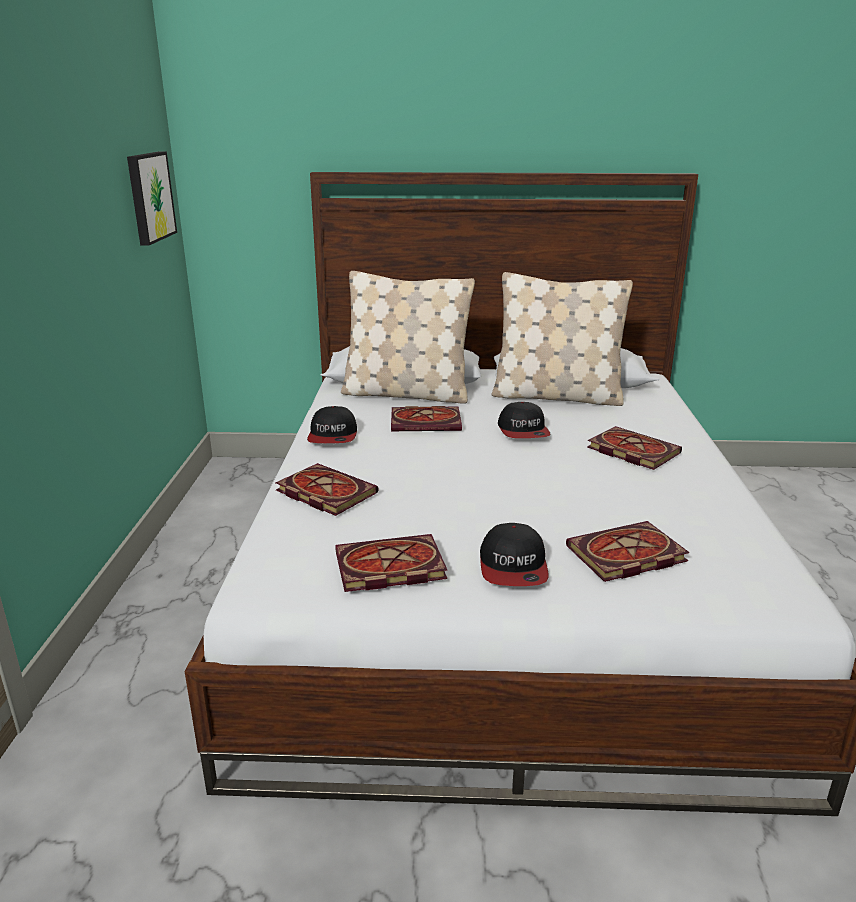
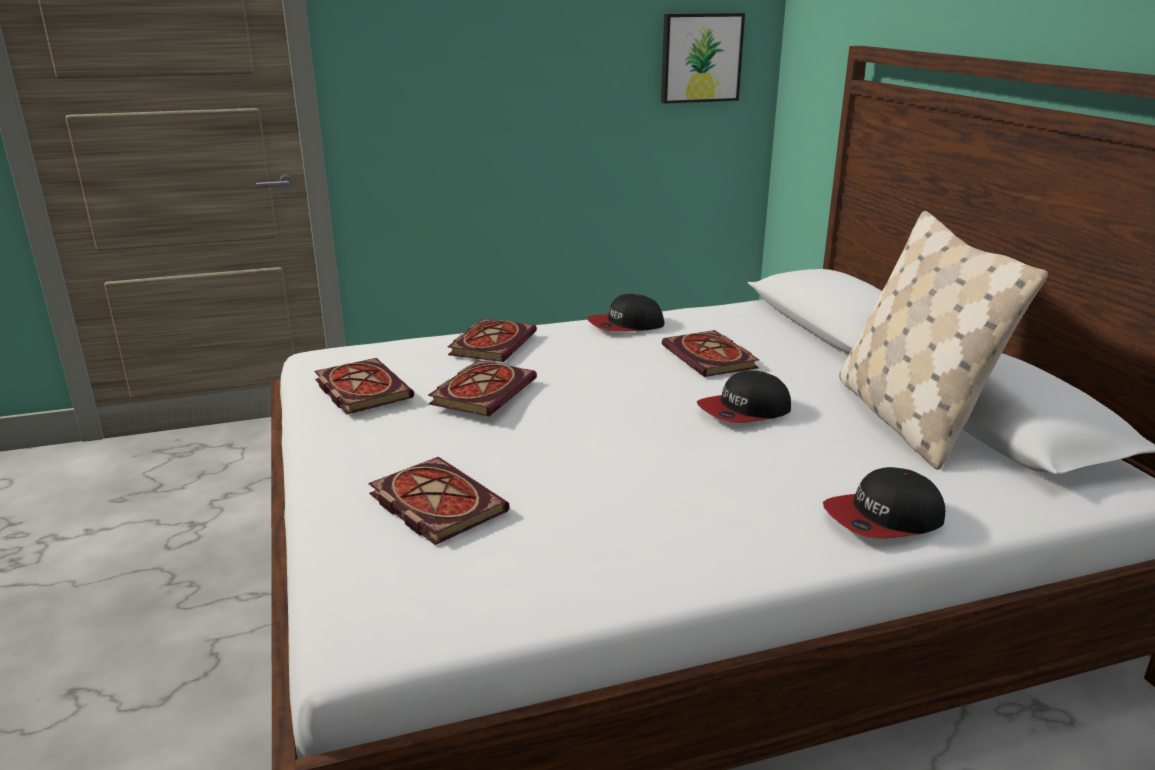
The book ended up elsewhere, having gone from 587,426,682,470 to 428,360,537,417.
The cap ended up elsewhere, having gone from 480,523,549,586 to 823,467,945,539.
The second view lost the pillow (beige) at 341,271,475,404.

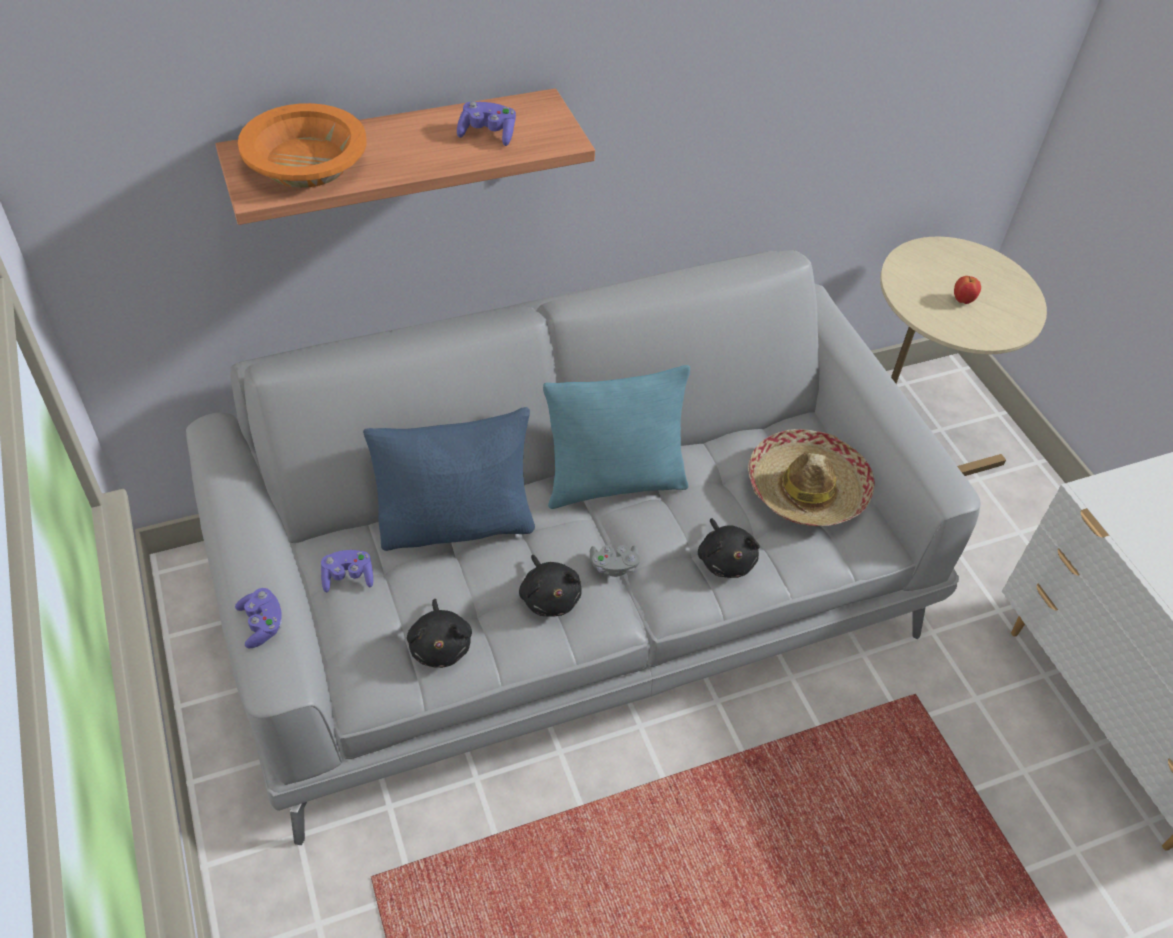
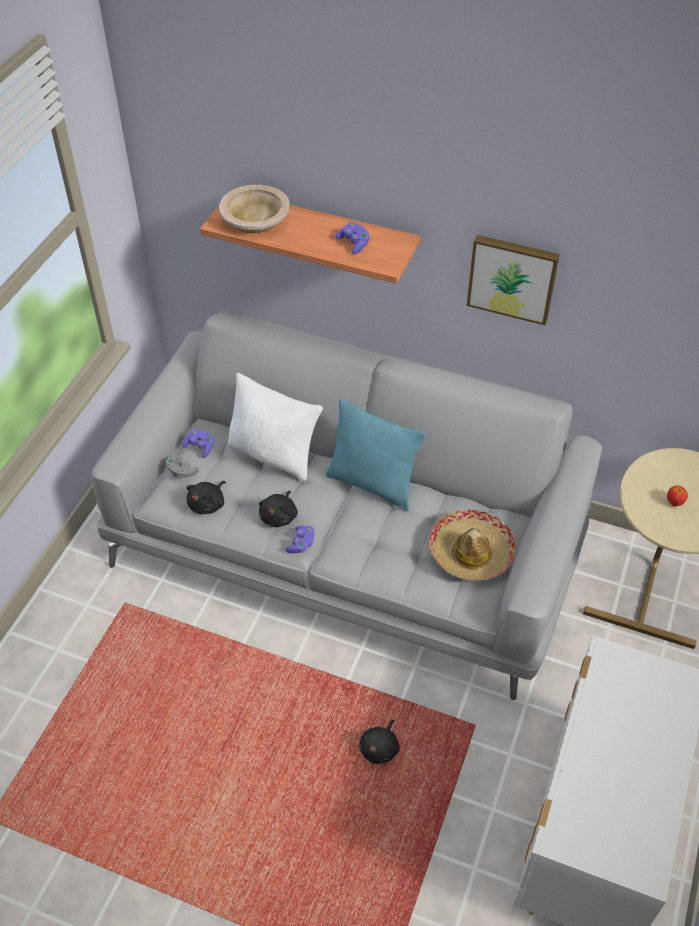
The game controller (grey) ended up elsewhere, having gone from 590,545,640,577 to 166,455,199,478.
What was the bowl (orange) at 238,103,366,188 turned into the bowl (beige) at 219,185,290,233.
What was the pillow (blue) at 363,407,535,551 turned into the pillow (white) at 228,372,323,481.
The game controller (purple) ended up elsewhere, having gone from 235,588,282,648 to 285,525,315,554.
The plush toy (black) ended up elsewhere, having gone from 698,518,760,578 to 359,720,400,764.
The second view gained the picture at 467,235,560,325.

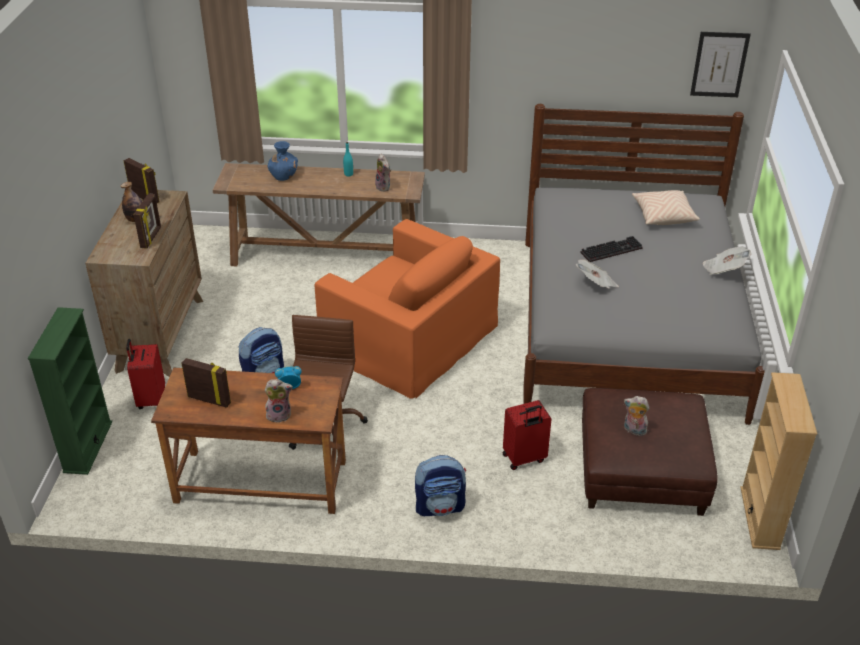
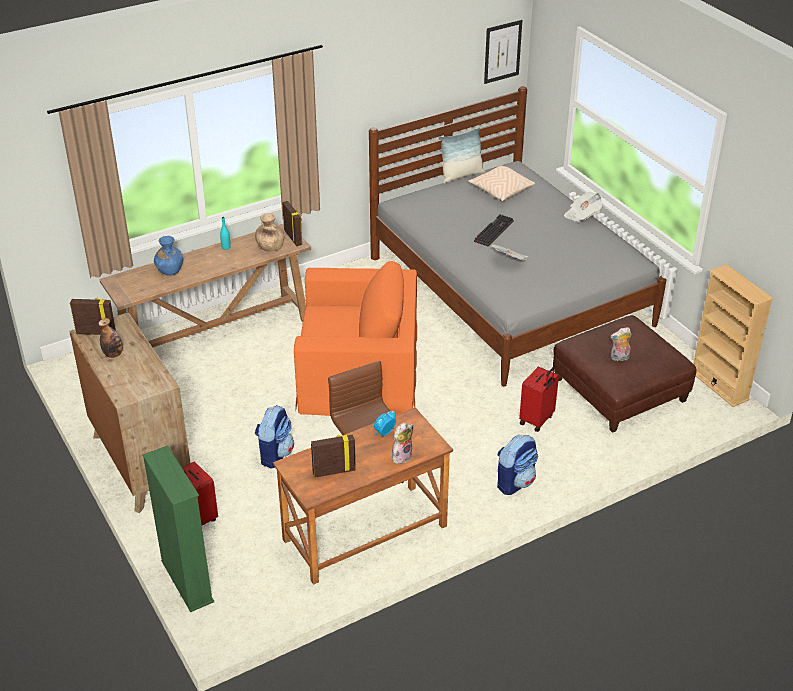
Where the plush toy stood at 374,154,391,192, the vase (brown) came to stand at 255,213,284,251.
The picture frame ended up elsewhere, having gone from 134,193,161,249 to 282,201,302,246.
The second view gained the pillow at 438,127,485,184.

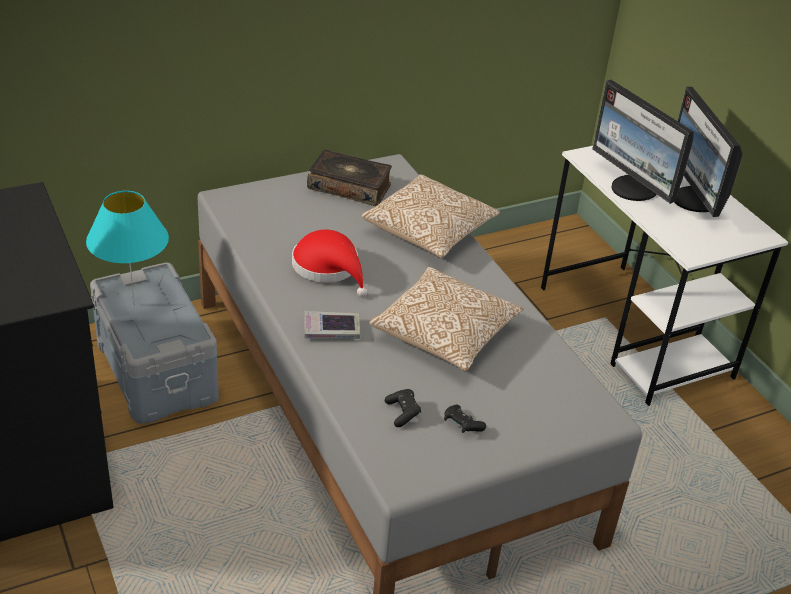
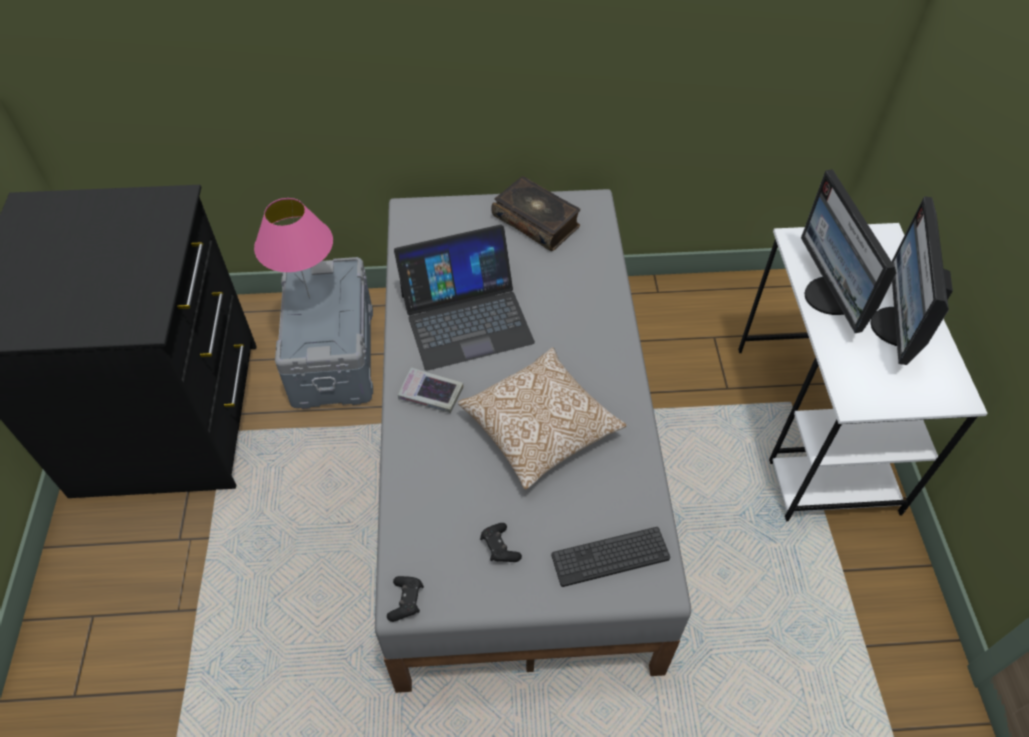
What was the table lamp (turquoise) at 86,191,169,305 turned into the table lamp (pink) at 254,198,333,298.
The game controller (black) ended up elsewhere, having gone from 385,389,421,427 to 387,576,424,622.
Where the hat (red) stood at 292,230,367,297, the laptop came to stand at 394,225,535,371.
The second view gained the keyboard at 552,527,670,587.
The second view lost the pillow at 361,174,500,258.

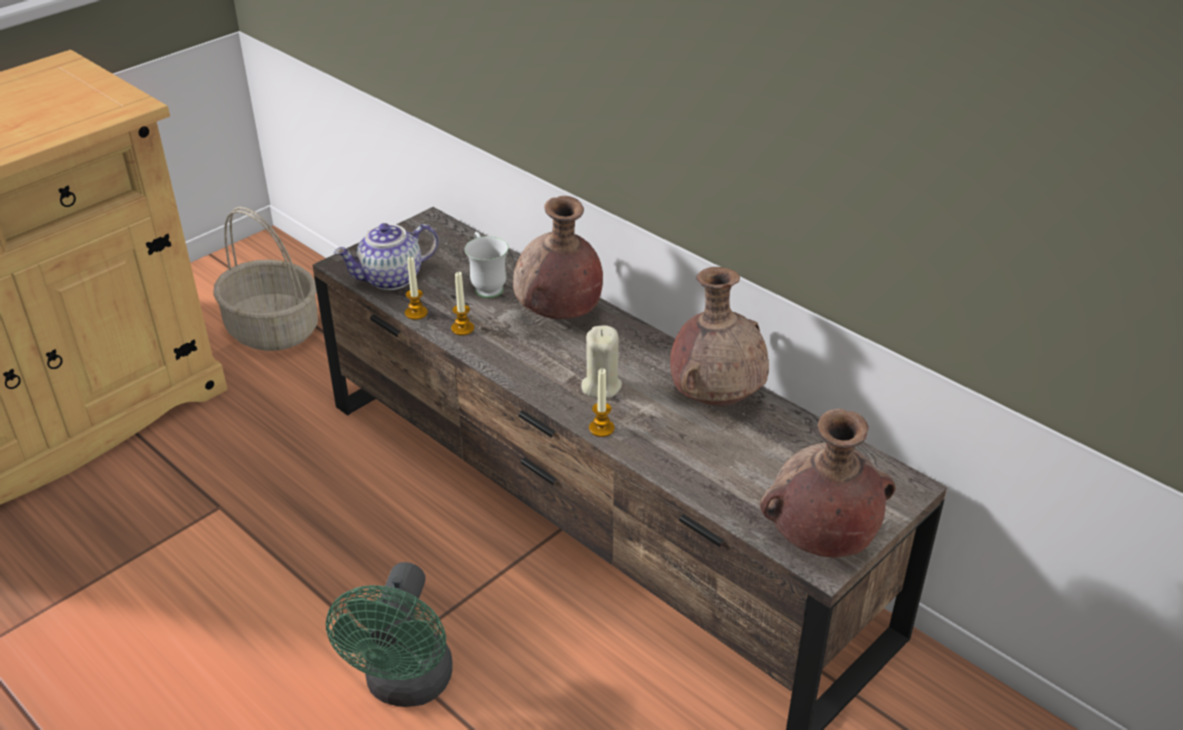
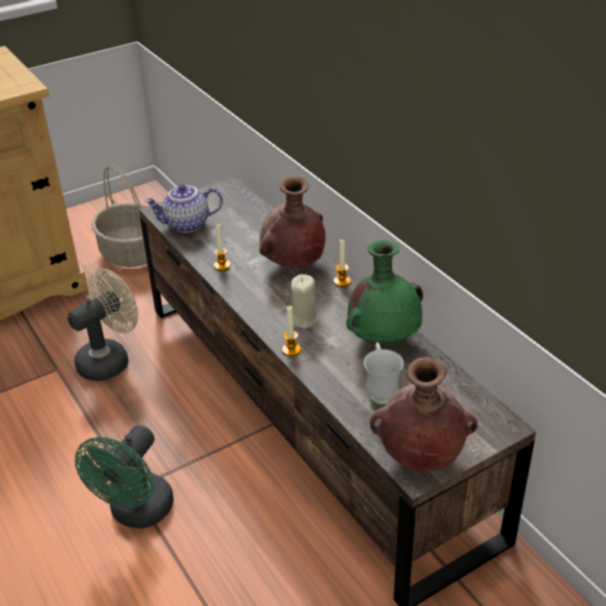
The second view gained the fan (beige) at 68,269,138,381.
The candle ended up elsewhere, having gone from 405,256,428,320 to 334,239,351,287.
What was the vase (brown) at 670,267,769,406 turned into the vase (green) at 347,240,423,346.
The mug (white) ended up elsewhere, having gone from 465,232,509,298 to 364,342,404,406.

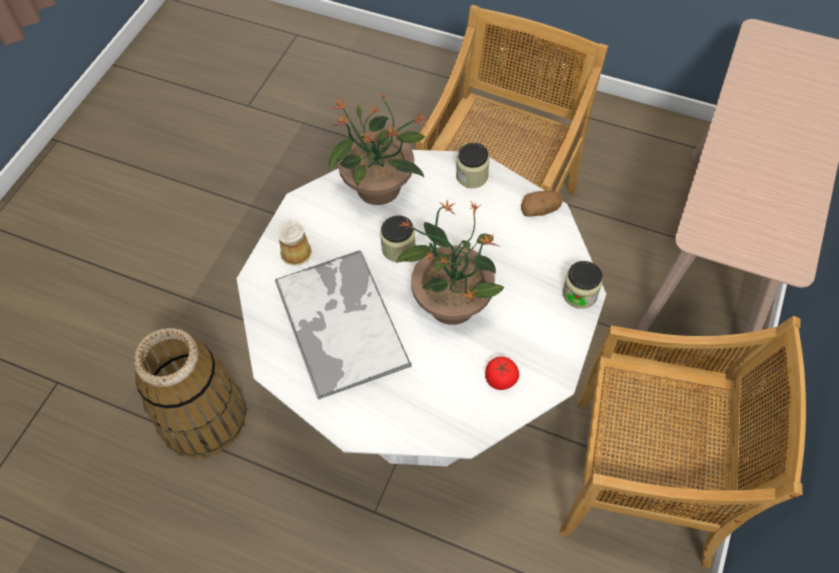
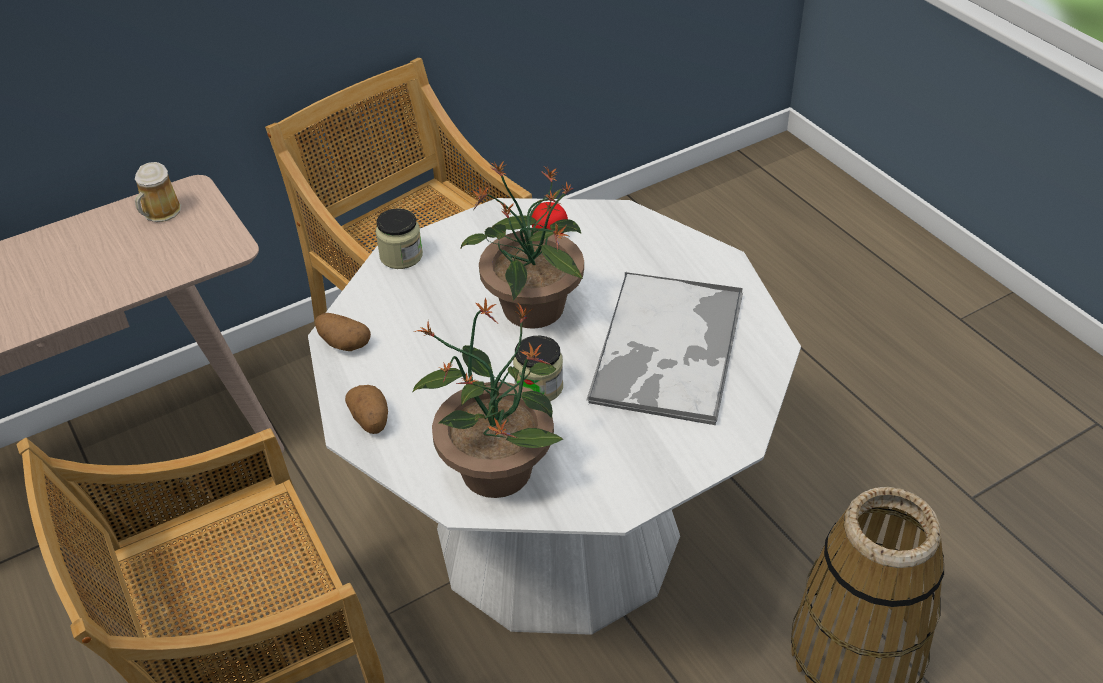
The mug ended up elsewhere, having gone from 277,221,312,266 to 135,162,181,222.
Where the jar stood at 456,143,490,188, the potato came to stand at 345,385,388,434.

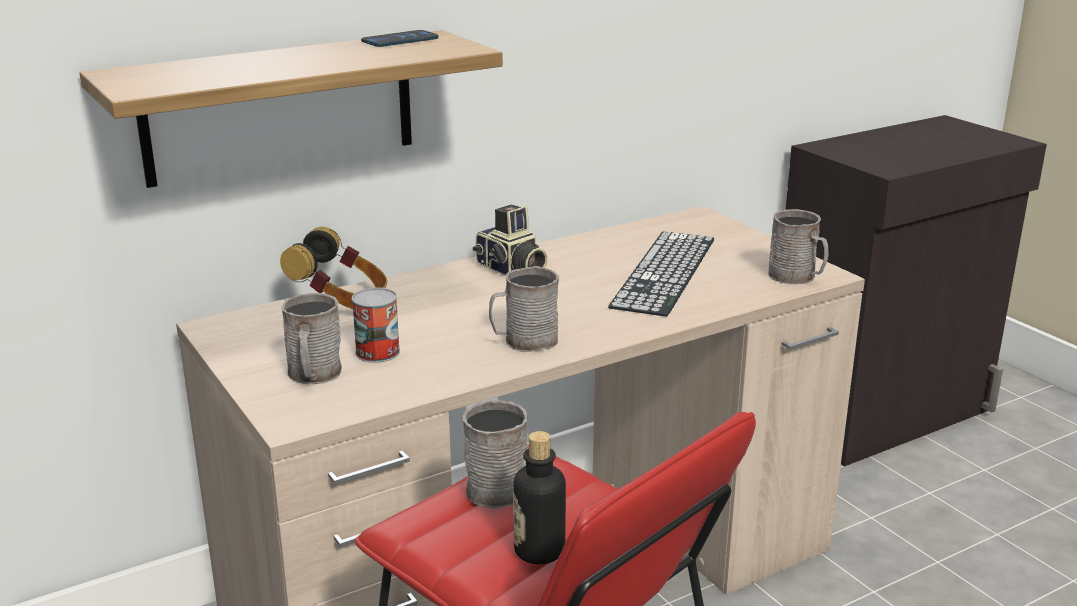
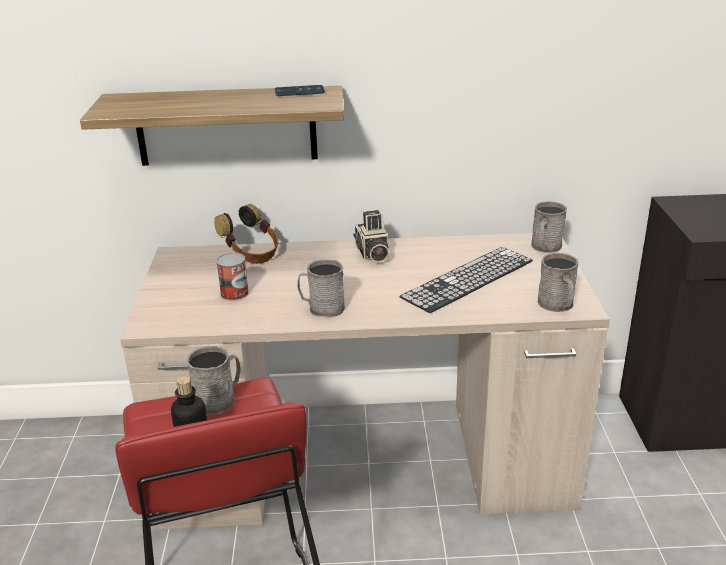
The mug (grey) ended up elsewhere, having gone from 282,293,342,384 to 531,201,567,253.

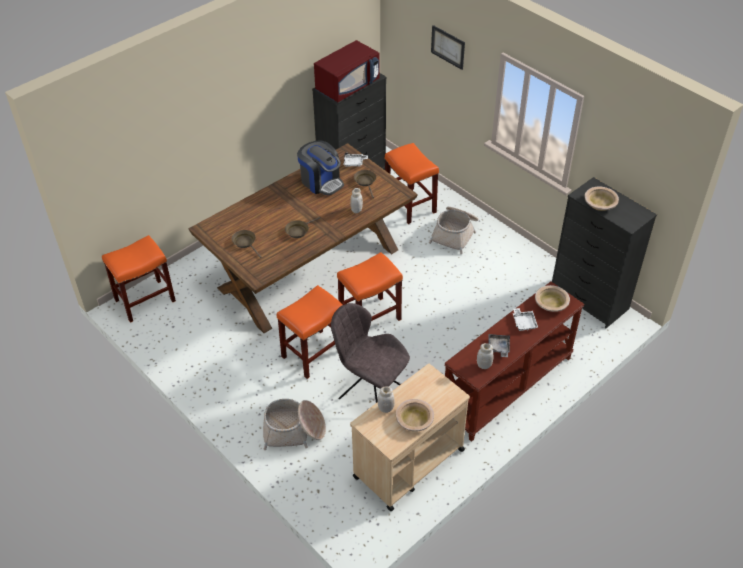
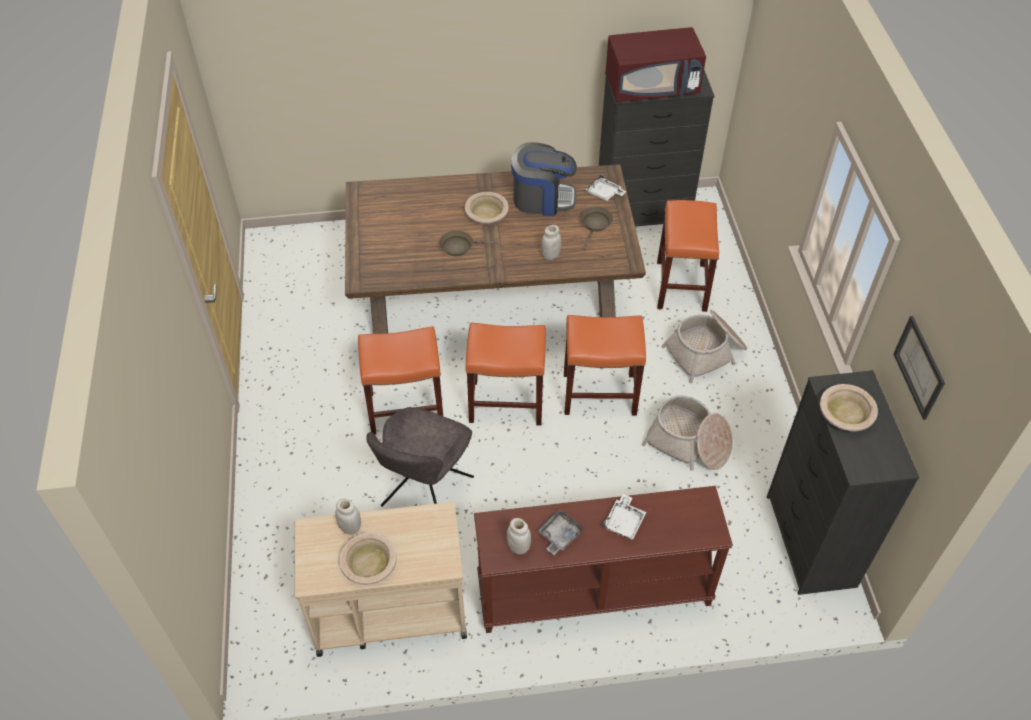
The chair (grey) at 331,303,410,403 ended up facing another way, 135 degrees counterclockwise from before.
The bowl (beige) ended up elsewhere, having gone from 535,285,570,312 to 465,192,509,224.
The coffee machine at 297,140,344,195 ended up facing another way, 75 degrees counterclockwise from before.
The stool (orange) ended up elsewhere, having gone from 102,235,176,323 to 564,315,646,416.
The basket ended up elsewhere, having gone from 263,399,326,450 to 642,395,733,471.
The picture ended up elsewhere, having gone from 431,25,465,70 to 893,316,945,420.
The second view lost the frying pan (brown) at 232,230,262,258.

